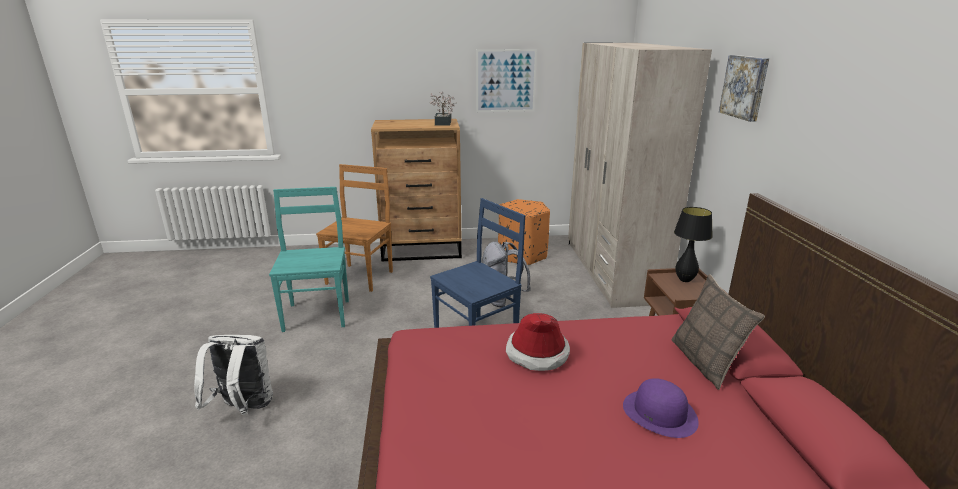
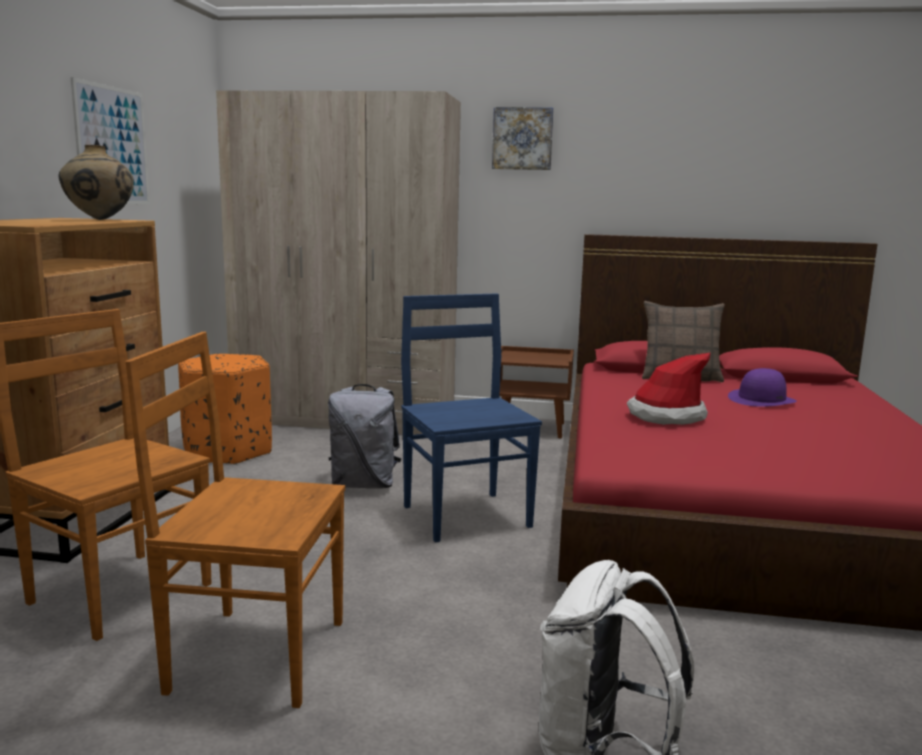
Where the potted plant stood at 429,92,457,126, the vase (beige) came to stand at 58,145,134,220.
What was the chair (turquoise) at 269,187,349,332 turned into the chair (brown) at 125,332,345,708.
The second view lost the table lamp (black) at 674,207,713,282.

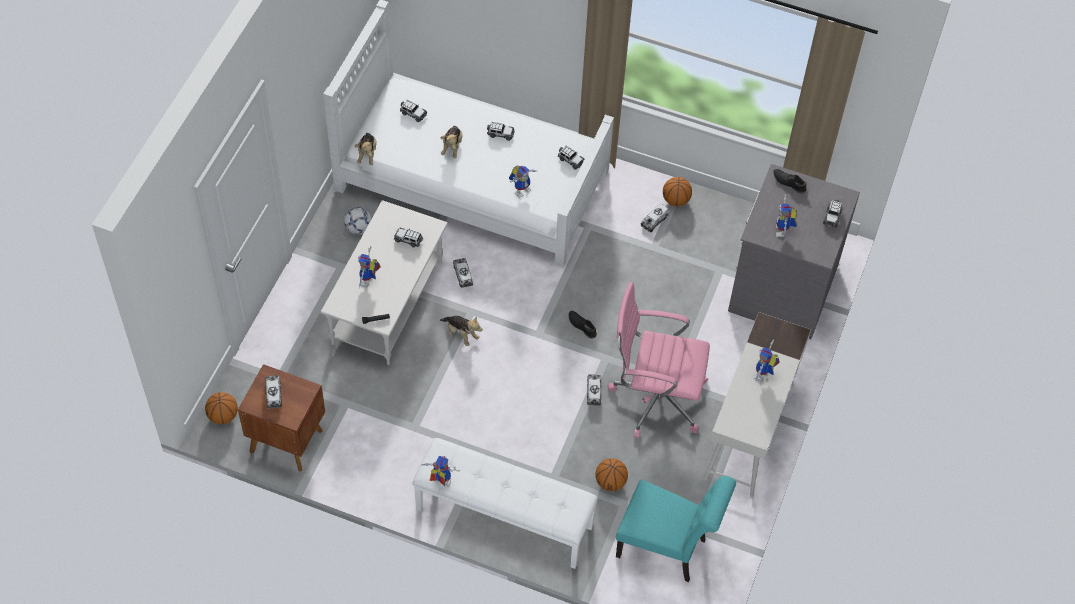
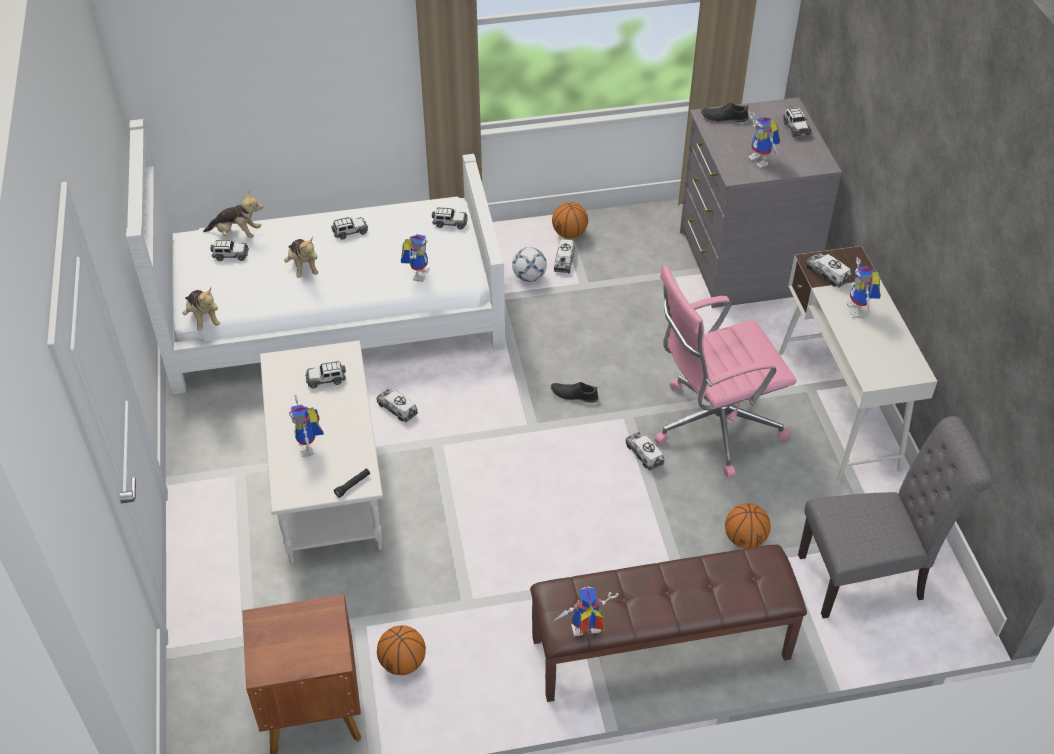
The plush toy ended up elsewhere, having gone from 440,316,483,346 to 203,192,263,238.
The basketball ended up elsewhere, having gone from 205,392,238,424 to 377,625,426,675.
The football ended up elsewhere, having gone from 344,207,372,235 to 512,247,547,282.
What was the bench (white) at 412,438,598,569 turned into the bench (brown) at 530,545,807,702.
What was the chair (turquoise) at 616,476,736,582 turned into the chair (grey) at 798,416,993,618.
The toy truck ended up elsewhere, having gone from 265,375,282,409 to 806,253,852,288.

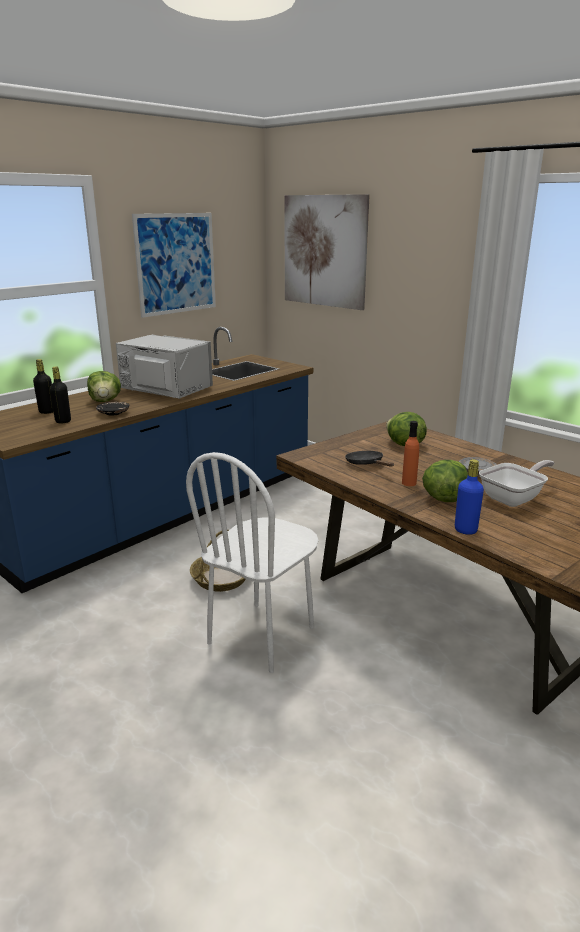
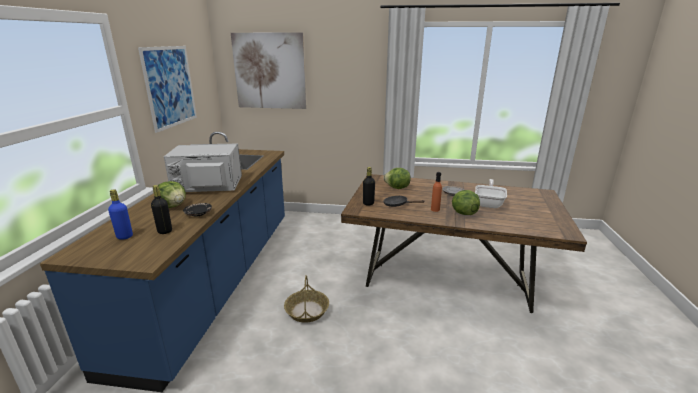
The bottle (blue) ended up elsewhere, having gone from 455,459,484,535 to 108,189,133,240.
The bottle (black) ended up elsewhere, having gone from 33,359,54,414 to 363,167,375,205.
The second view lost the chair (white) at 186,452,318,673.

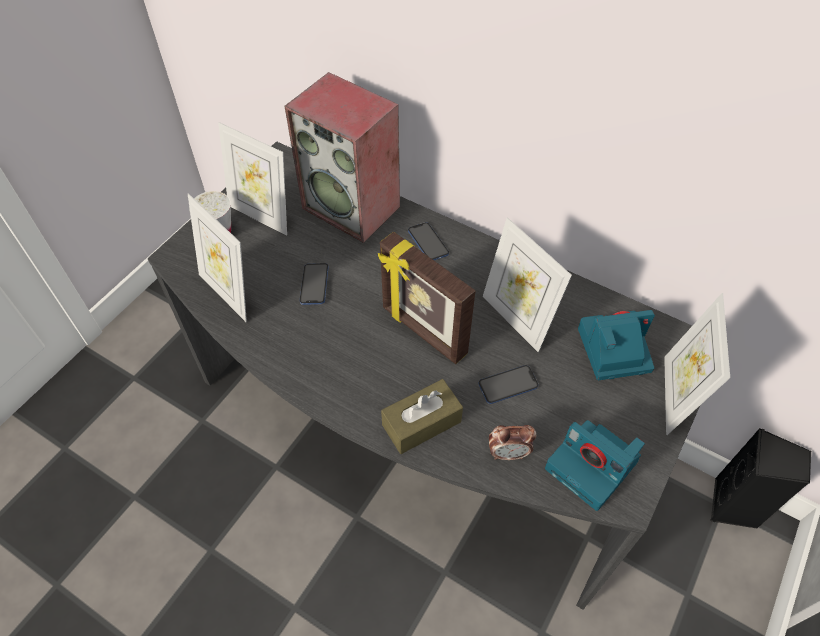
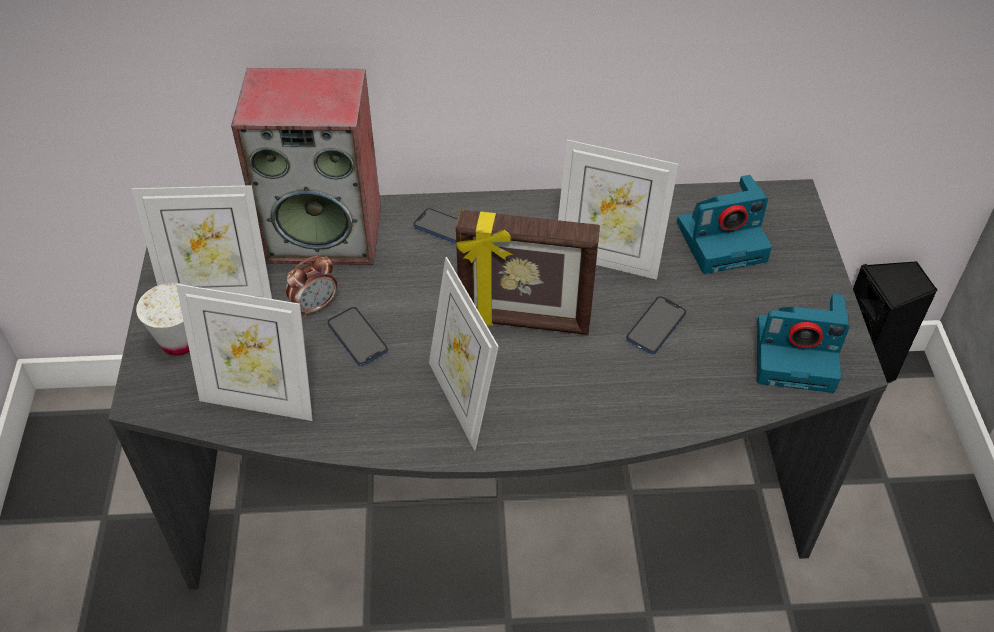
The alarm clock ended up elsewhere, having gone from 489,425,536,460 to 286,256,337,318.
The picture frame ended up elsewhere, having gone from 664,293,730,435 to 429,257,499,450.
The photo camera at 578,310,655,380 ended up facing another way, 150 degrees counterclockwise from before.
The second view lost the tissue box (brown) at 381,379,463,454.

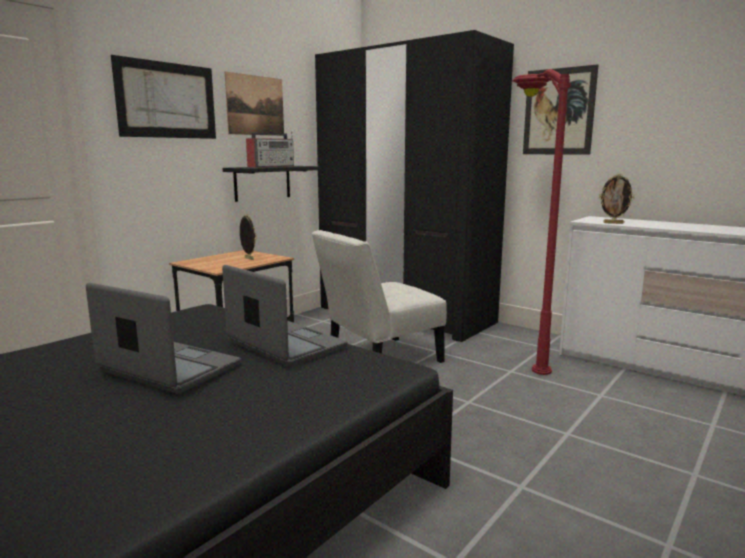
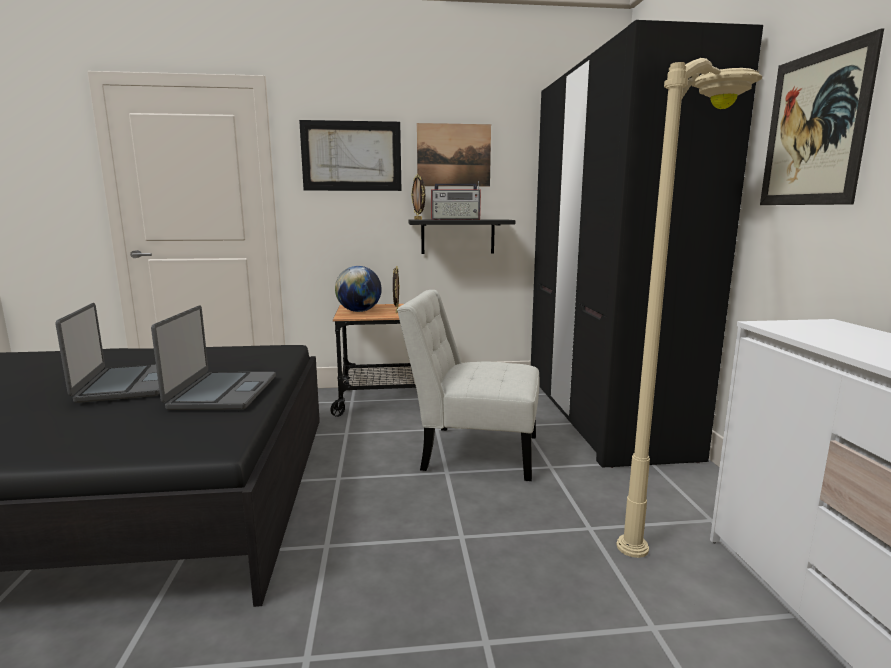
The second view gained the globe at 335,266,382,312.
The picture frame ended up elsewhere, having gone from 599,174,634,224 to 411,174,425,220.
What was the floor lamp (red) at 512,69,571,375 turned into the floor lamp (beige) at 616,58,762,558.

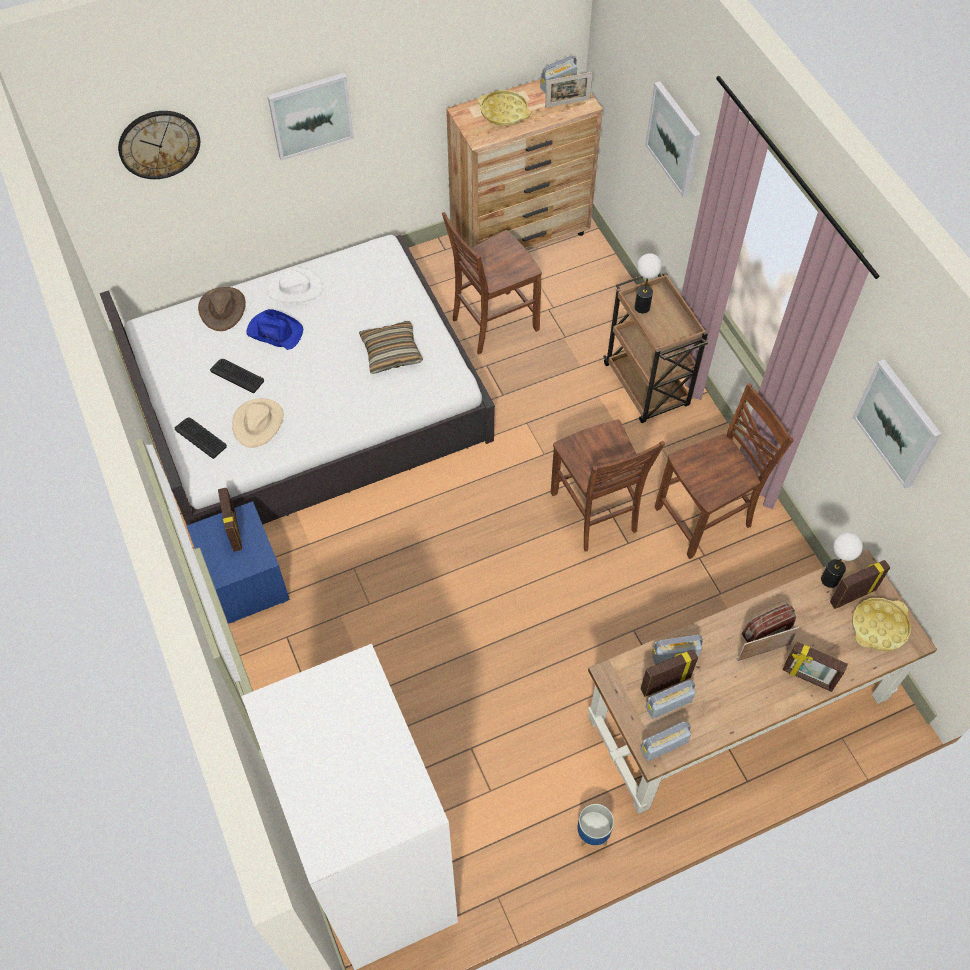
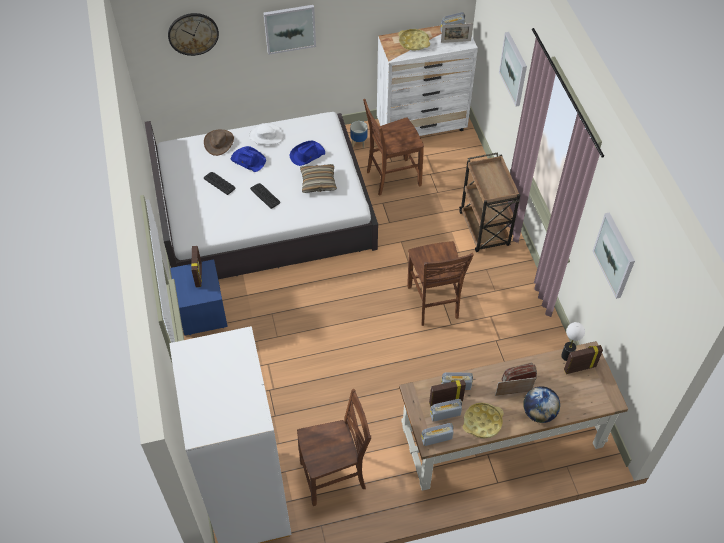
The keyboard ended up elsewhere, having gone from 175,417,227,459 to 250,183,280,209.
The second view gained the hat (blue) at 290,141,325,166.
The chair (brown) ended up elsewhere, having gone from 655,383,794,559 to 297,389,371,506.
The planter ended up elsewhere, having gone from 577,804,614,847 to 350,121,368,148.
What was the dresser (brown) at 446,73,603,250 turned into the dresser (white) at 377,23,478,136.
The tray (yellow) ended up elsewhere, having gone from 852,598,911,651 to 463,403,504,438.
Where the picture frame stood at 783,642,848,692, the globe came to stand at 523,386,560,423.
The second view lost the hat (beige) at 232,398,284,448.
The second view lost the table lamp at 635,253,662,313.

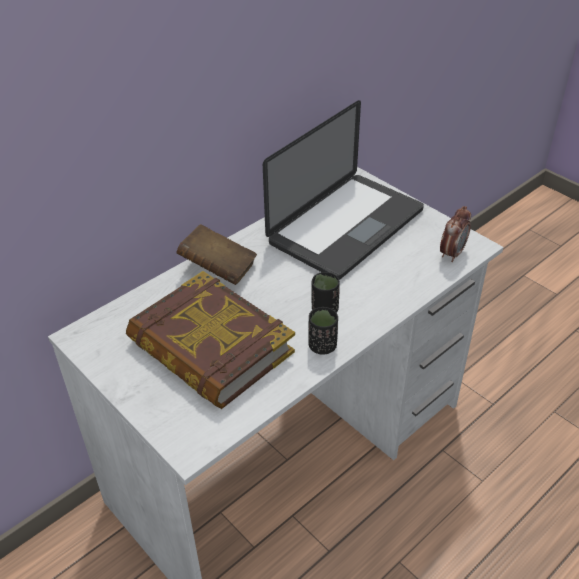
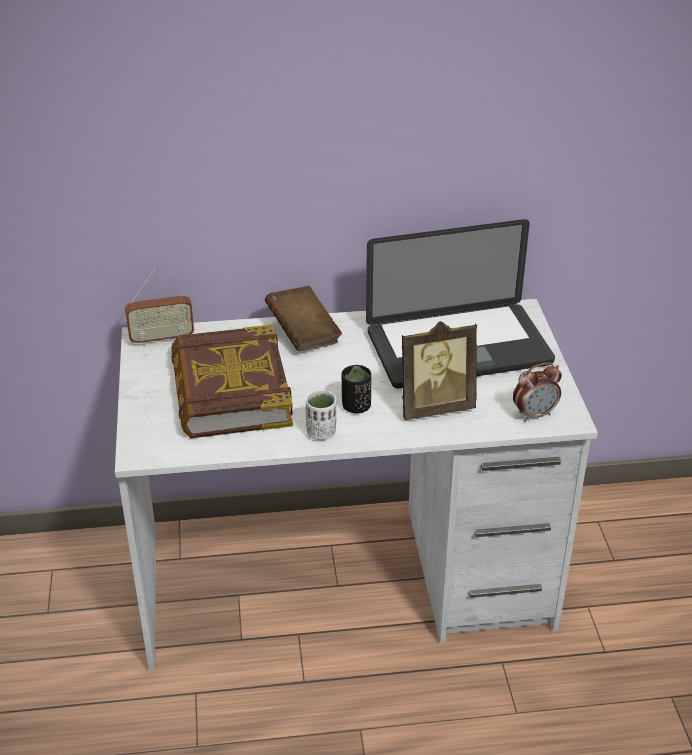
The second view gained the radio at 125,268,194,346.
What was the cup (black) at 308,307,338,355 turned into the cup (white) at 306,390,336,440.
The second view gained the picture frame at 402,321,477,420.

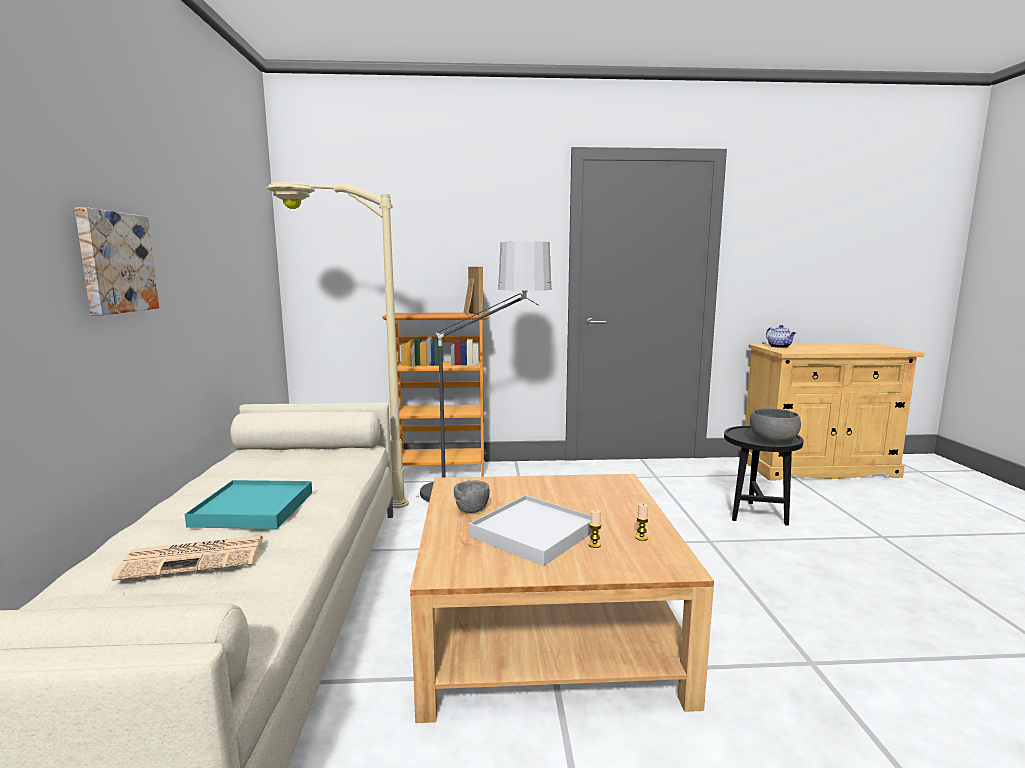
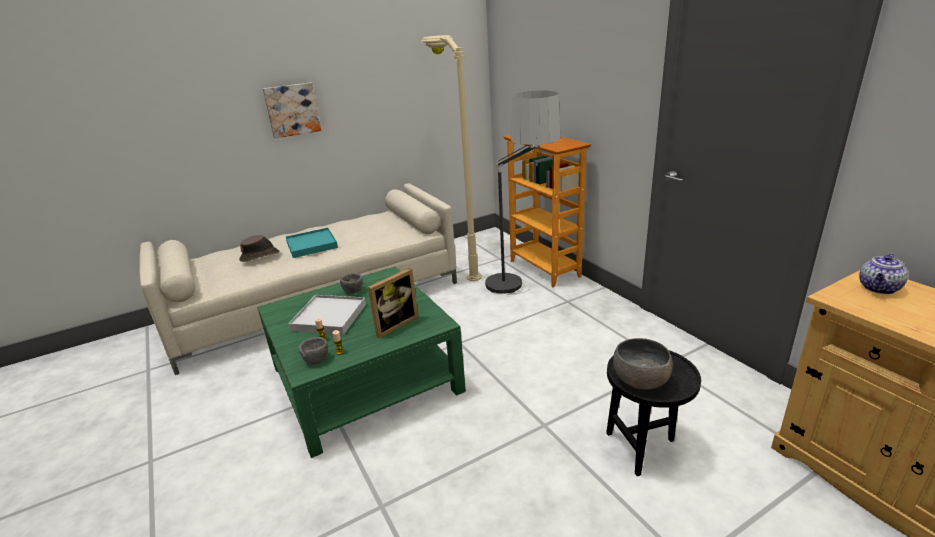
Where the newspaper stood at 112,536,263,581, the hat (brown) came to stand at 239,235,279,262.
What was the coffee table (beige) at 410,474,714,723 turned into the coffee table (green) at 257,267,466,458.
The second view gained the bowl (grey) at 299,337,328,365.
The picture frame ended up elsewhere, having gone from 463,267,483,316 to 368,268,418,338.

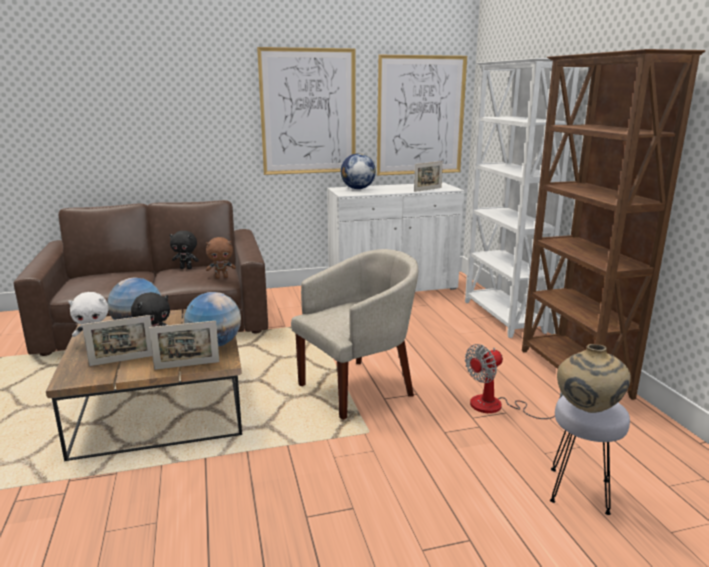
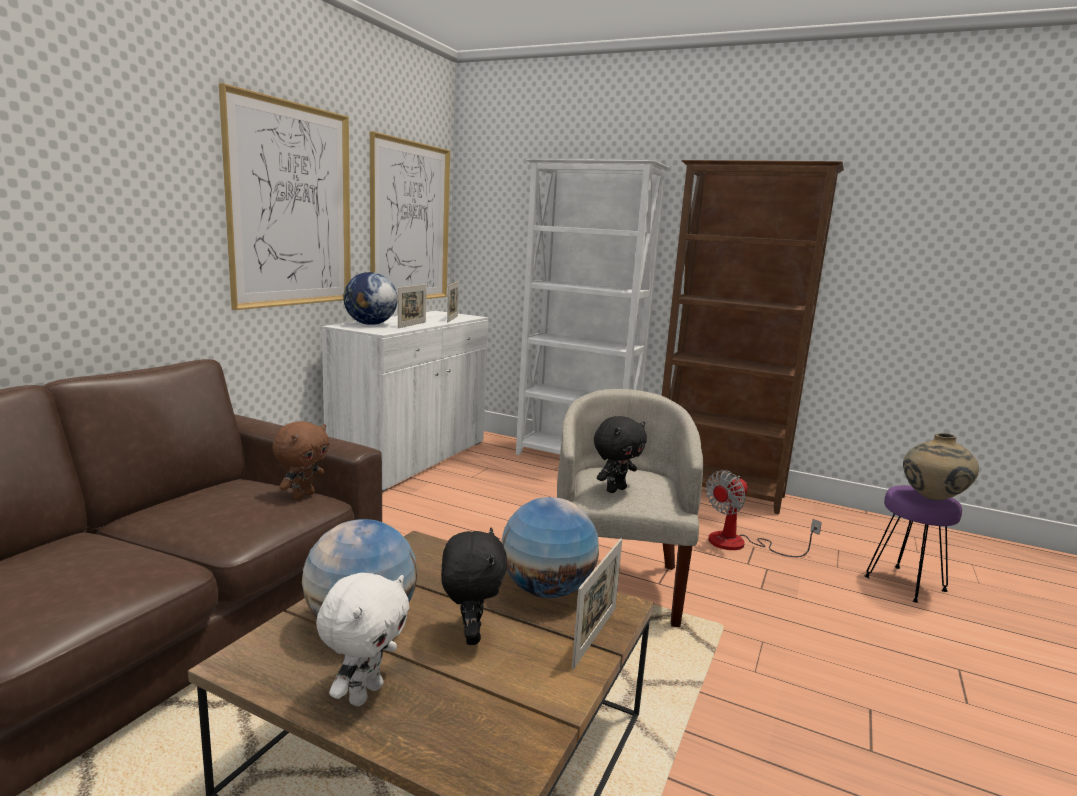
The picture frame ended up elsewhere, having gone from 82,315,152,366 to 398,284,426,328.
The plush toy (black) ended up elsewhere, having gone from 170,230,199,269 to 594,416,647,493.
The fan at 465,344,563,419 ended up facing another way, 45 degrees clockwise from before.
What was the stool (grey) at 550,395,630,515 turned into the stool (purple) at 865,485,962,603.

